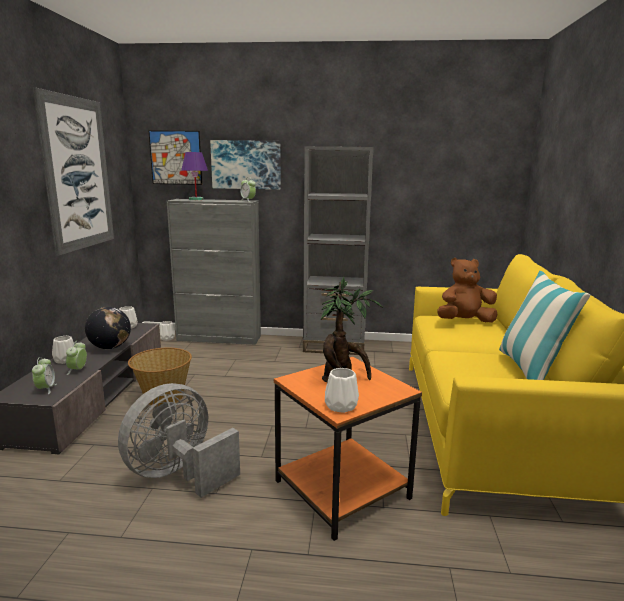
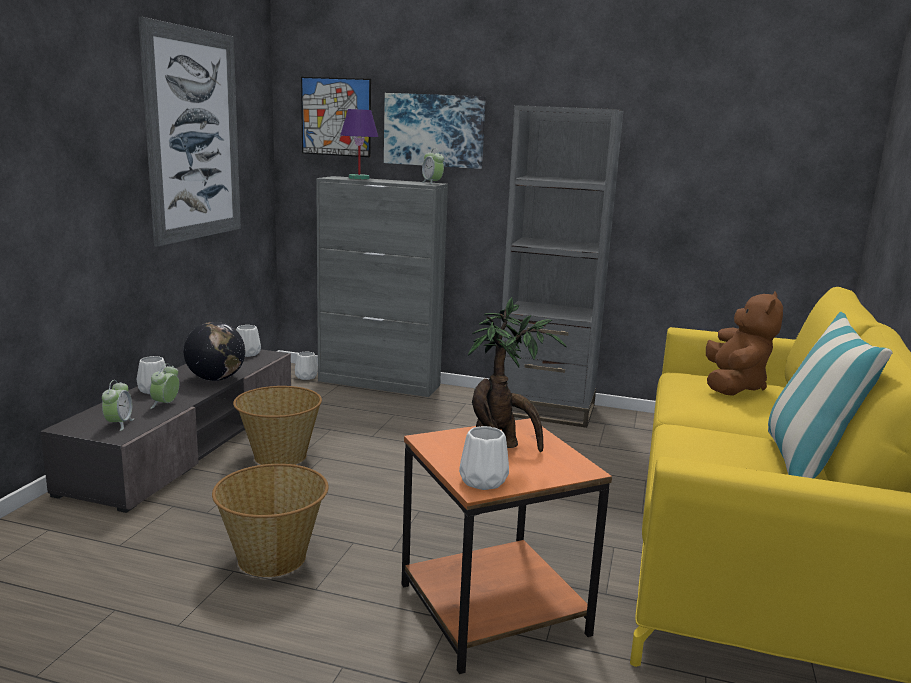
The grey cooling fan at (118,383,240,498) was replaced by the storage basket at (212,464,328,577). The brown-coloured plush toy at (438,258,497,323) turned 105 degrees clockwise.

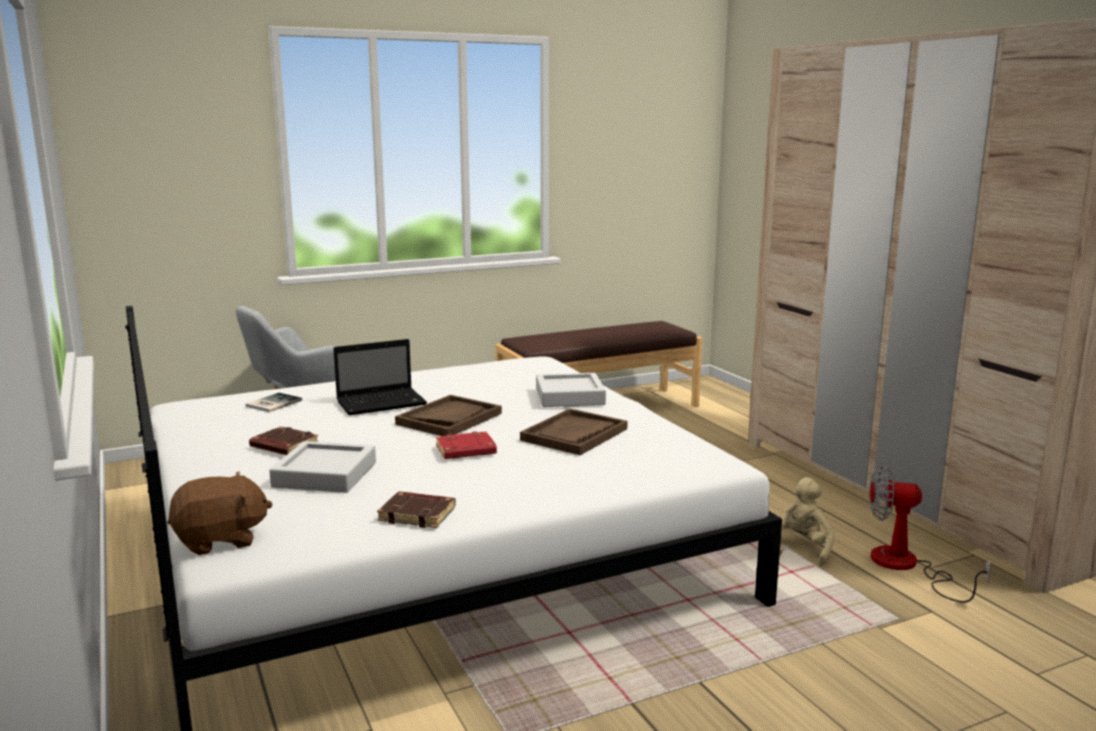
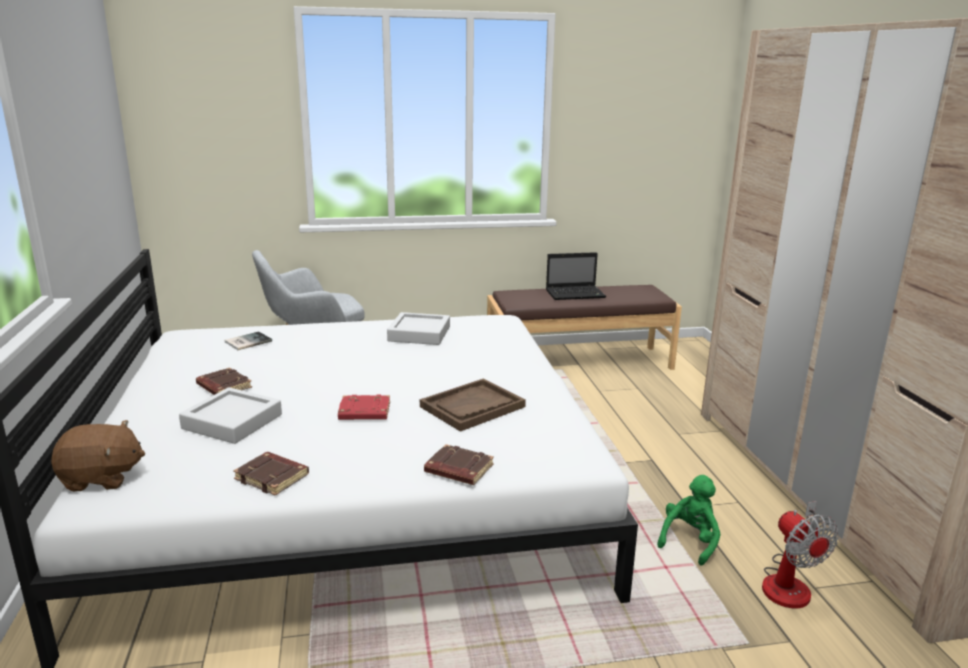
The grey serving tray moved from (536,373,606,407) to (387,312,450,345). The brown-coloured book at (424,444,494,485) appeared. The notebook computer moved from (333,339,427,415) to (546,252,606,300). The beige plush toy at (774,477,834,566) became the green-coloured plush toy at (657,475,721,566). The cooling fan at (870,466,991,603) turned 135 degrees counterclockwise. The brown-coloured serving tray at (395,395,502,436) disappeared.

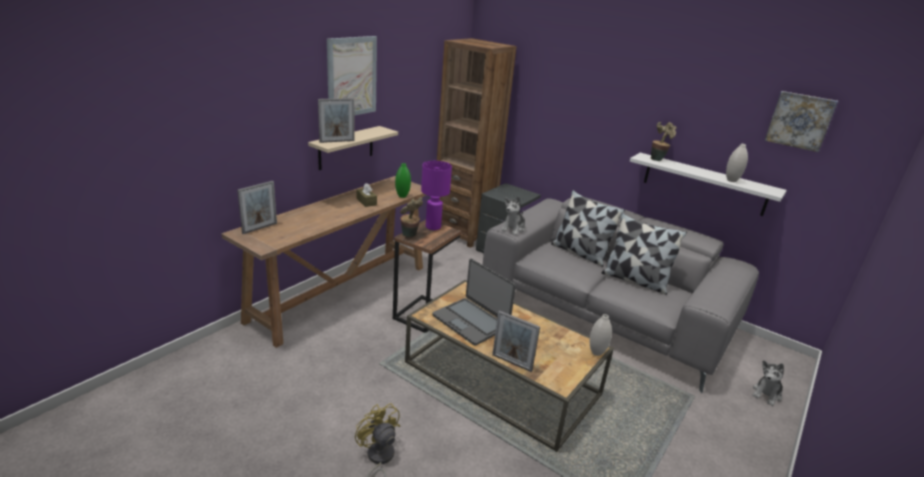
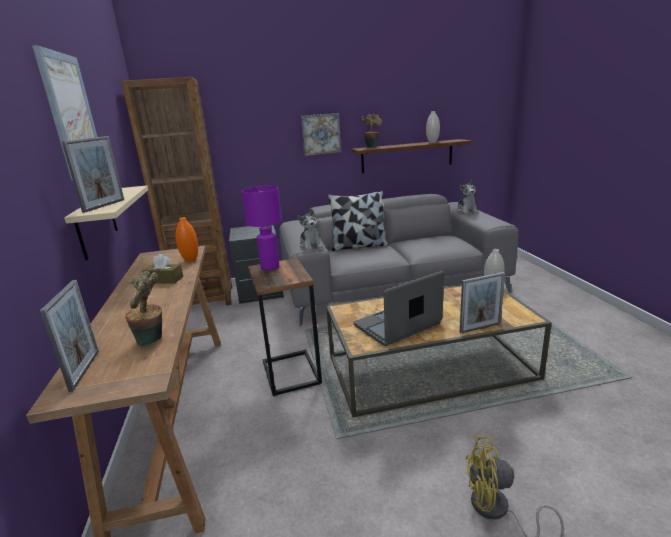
The plant in a pot moved from (400,197,423,237) to (125,271,162,347). The green-coloured flower vase at (395,163,411,198) became the orangey flower vase at (176,217,198,262). The wall picture moved from (764,91,838,152) to (301,113,341,156). The white bracket shelf at (630,153,787,216) became the brown-coloured bracket shelf at (352,139,471,173). The notebook computer at (432,259,516,346) turned 150 degrees clockwise. The plush toy moved from (752,360,784,406) to (457,180,478,214). The throw pillow at (601,213,687,295) disappeared.

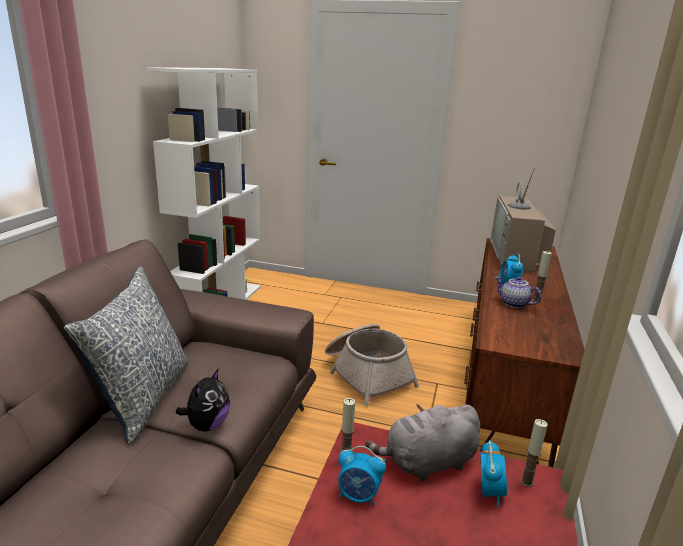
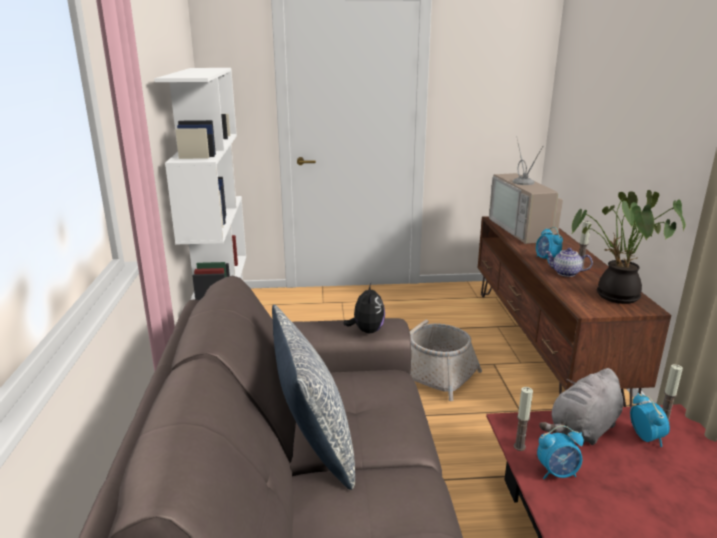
The plush toy moved from (176,368,230,432) to (343,283,385,333). The plant in a pot at (571,190,686,304) appeared.

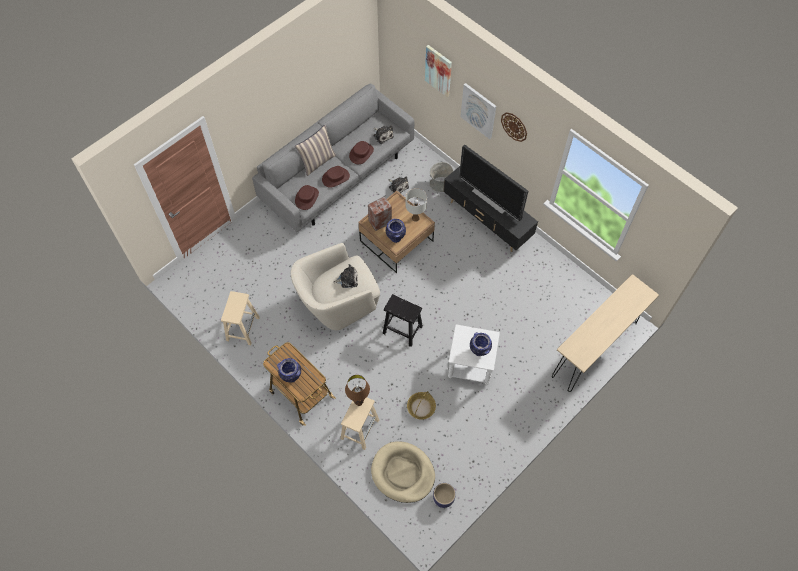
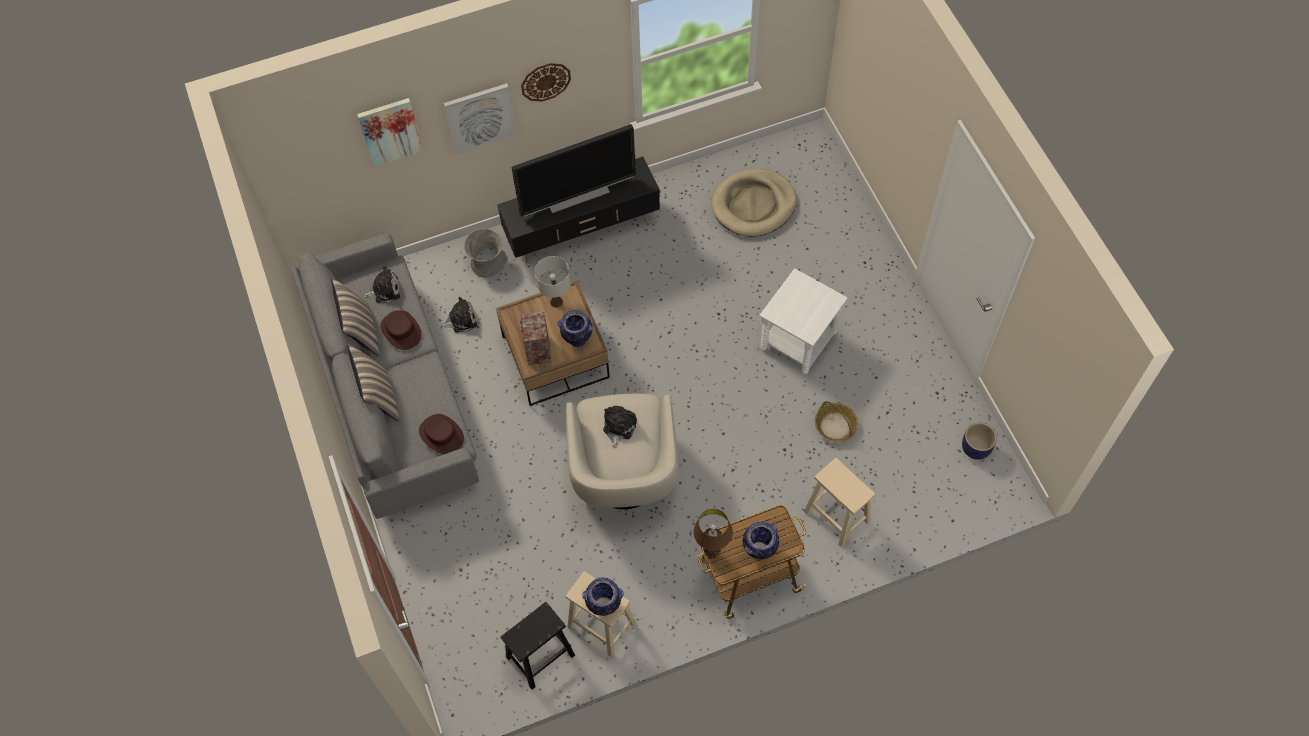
The throw pillow at (331,278,379,356) appeared. The black-coloured sitting stool moved from (383,294,423,347) to (501,602,575,690). The flower vase moved from (470,332,492,356) to (582,577,624,616). The brown-coloured table lamp moved from (345,375,370,406) to (693,509,733,559). The beige pet bed moved from (371,441,435,503) to (711,169,797,237). The brown-coloured hat at (322,166,350,188) disappeared. The beige hall table at (552,274,659,392) disappeared.

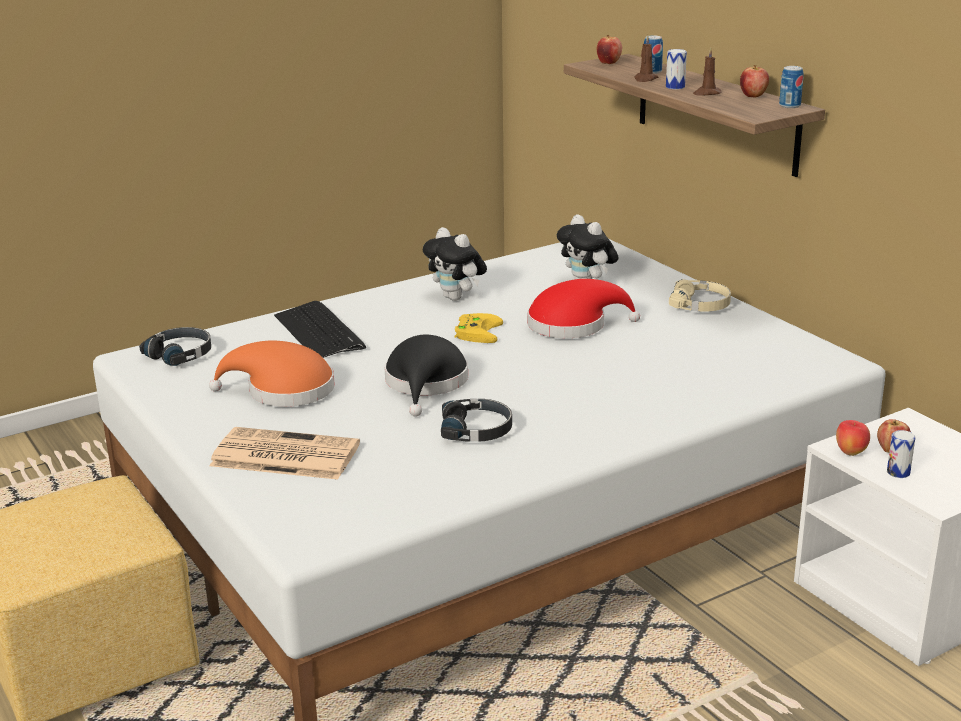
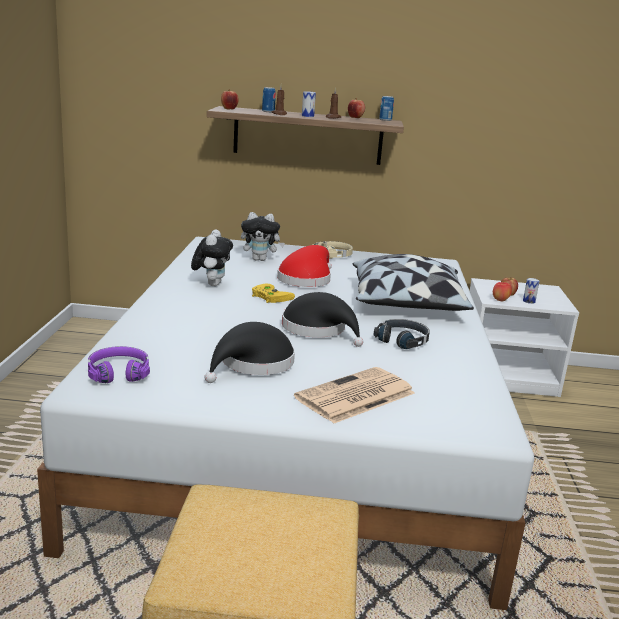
The black-coloured pair of headphones at (139,327,211,366) became the purple pair of headphones at (88,346,150,383). The plush toy at (423,227,487,301) turned 75 degrees counterclockwise. The orangey hat at (209,340,334,407) became the black-coloured hat at (205,322,295,383). The throw pillow at (353,254,474,311) appeared. The computer keyboard at (275,301,366,358) disappeared.

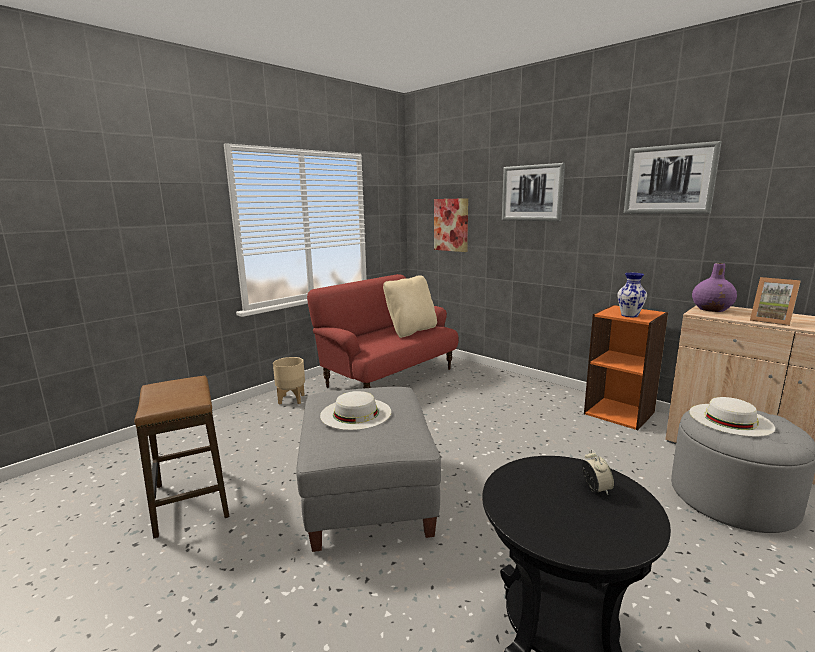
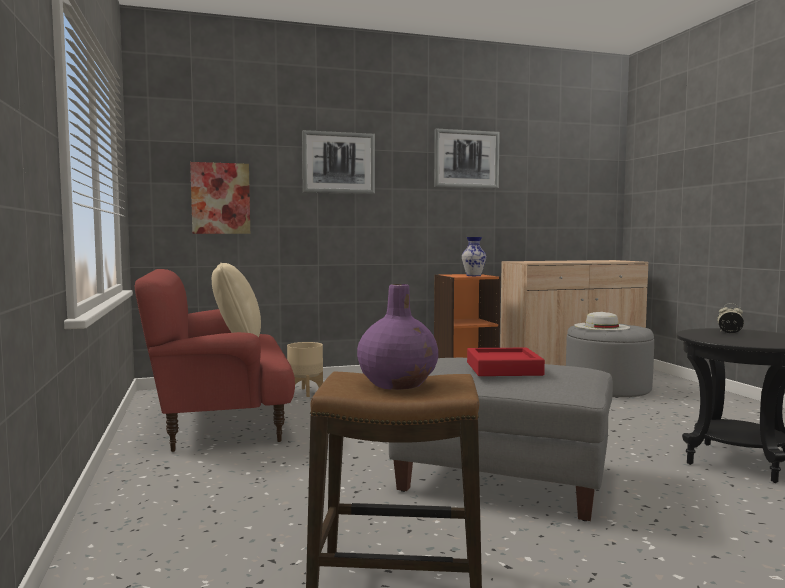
The beige plant pot moved from (273,357,305,405) to (287,342,323,397). The purple flower vase moved from (692,263,737,312) to (357,284,438,390). The white hat at (320,391,391,430) was replaced by the reddish serving tray at (467,348,545,376). The standing frame at (750,277,801,326) disappeared.

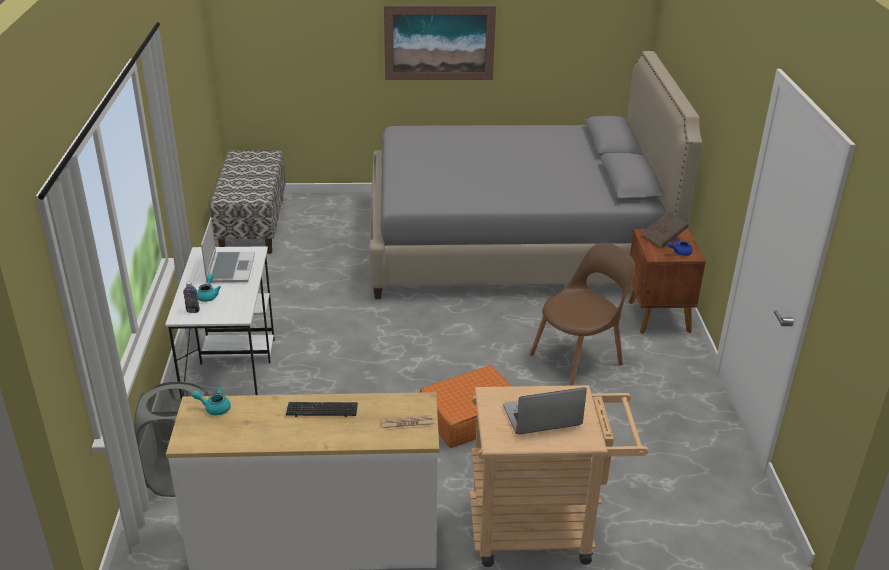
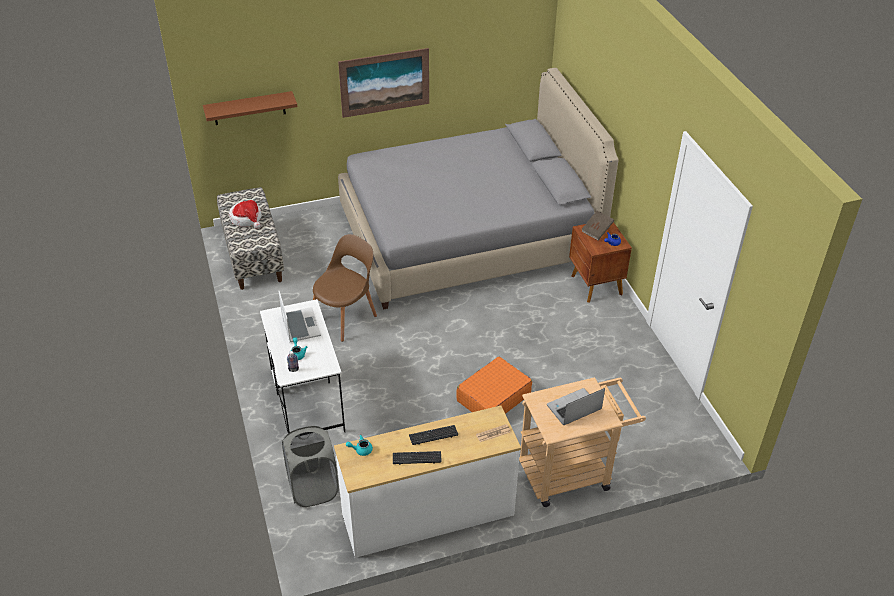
The brown-coloured bracket shelf at (203,91,298,125) appeared. The hat at (229,200,262,229) appeared. The brown-coloured plain chair moved from (530,243,636,386) to (313,234,377,342). The computer keyboard at (393,451,442,465) appeared.

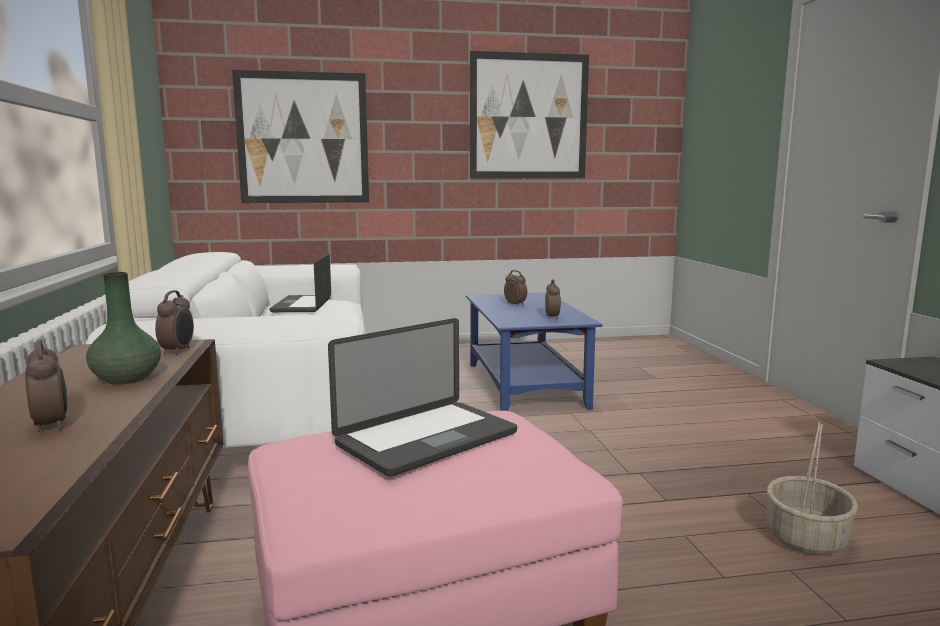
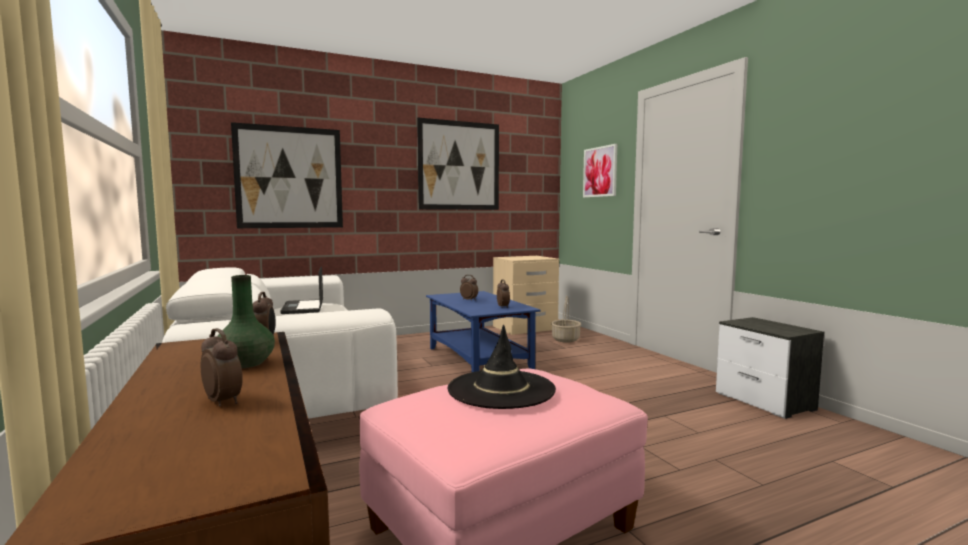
The notebook computer at (328,318,517,477) was replaced by the black-coloured hat at (447,325,556,409). The beige night table at (493,256,559,335) appeared. The storage basket moved from (767,422,858,555) to (551,296,581,343). The wall picture at (583,144,617,198) appeared.

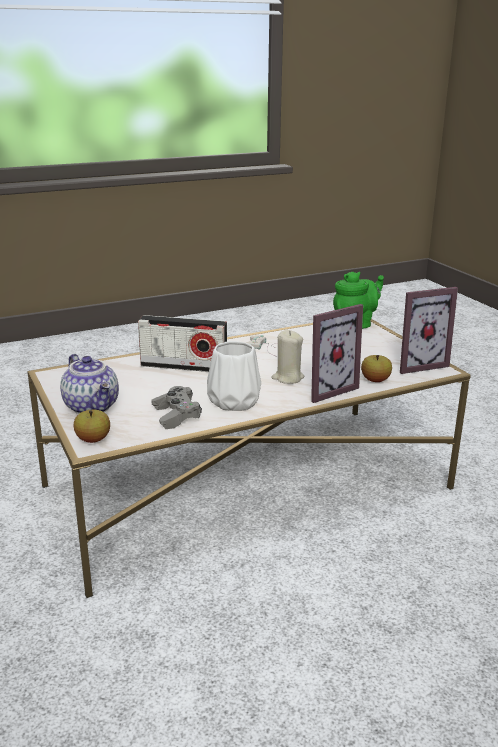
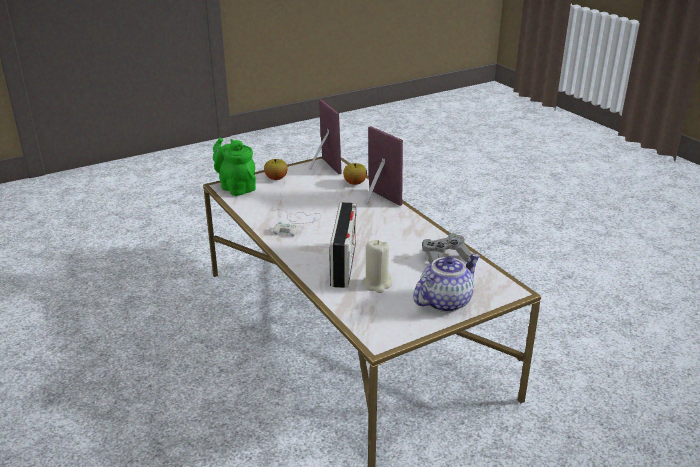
The apple moved from (74,410,110,443) to (264,159,288,180). The beige wax candle moved from (271,330,304,384) to (362,240,392,293). The white flower vase at (207,341,261,411) disappeared.

